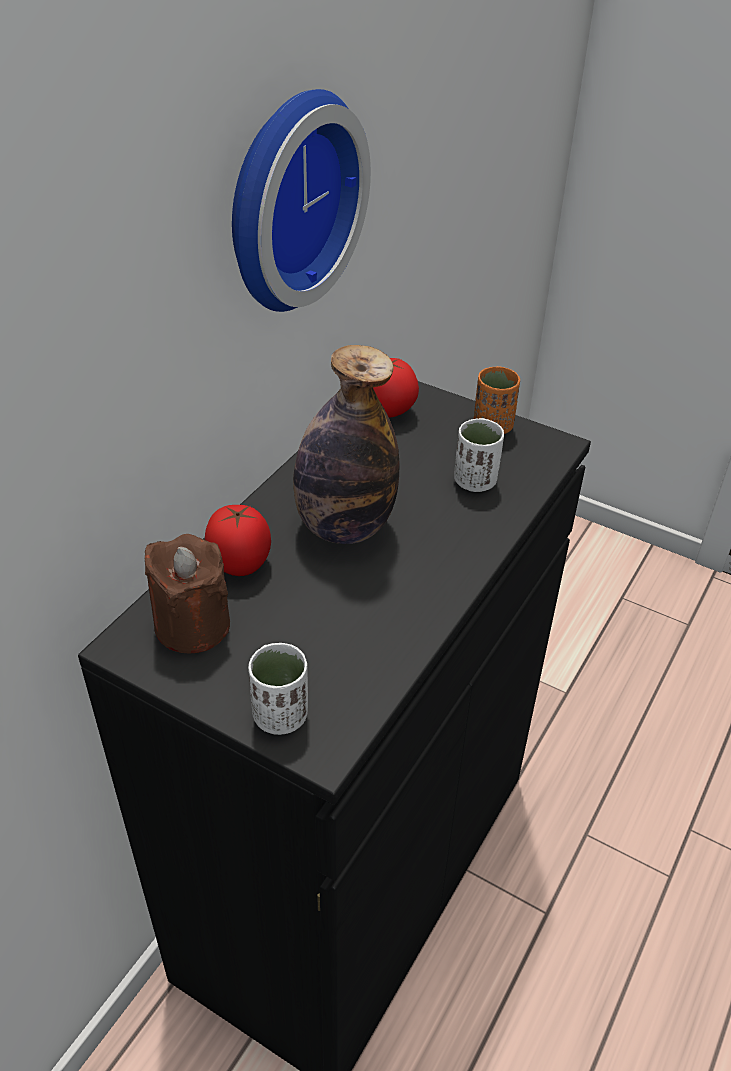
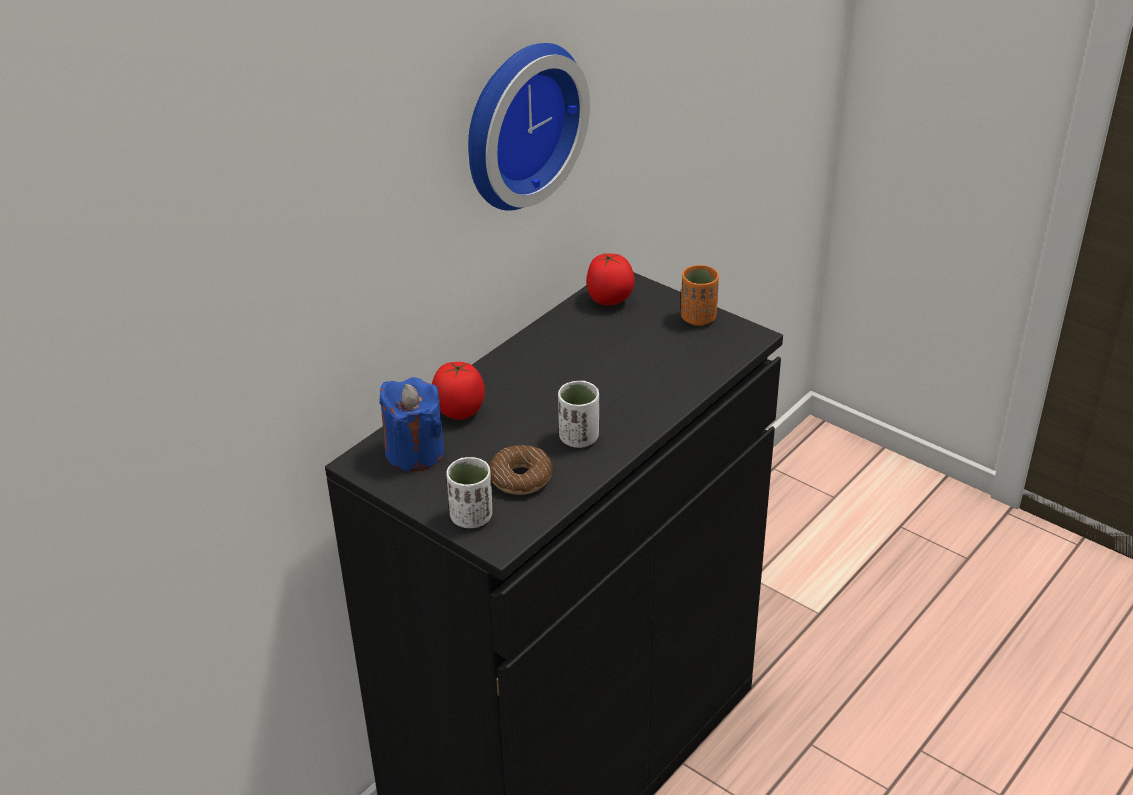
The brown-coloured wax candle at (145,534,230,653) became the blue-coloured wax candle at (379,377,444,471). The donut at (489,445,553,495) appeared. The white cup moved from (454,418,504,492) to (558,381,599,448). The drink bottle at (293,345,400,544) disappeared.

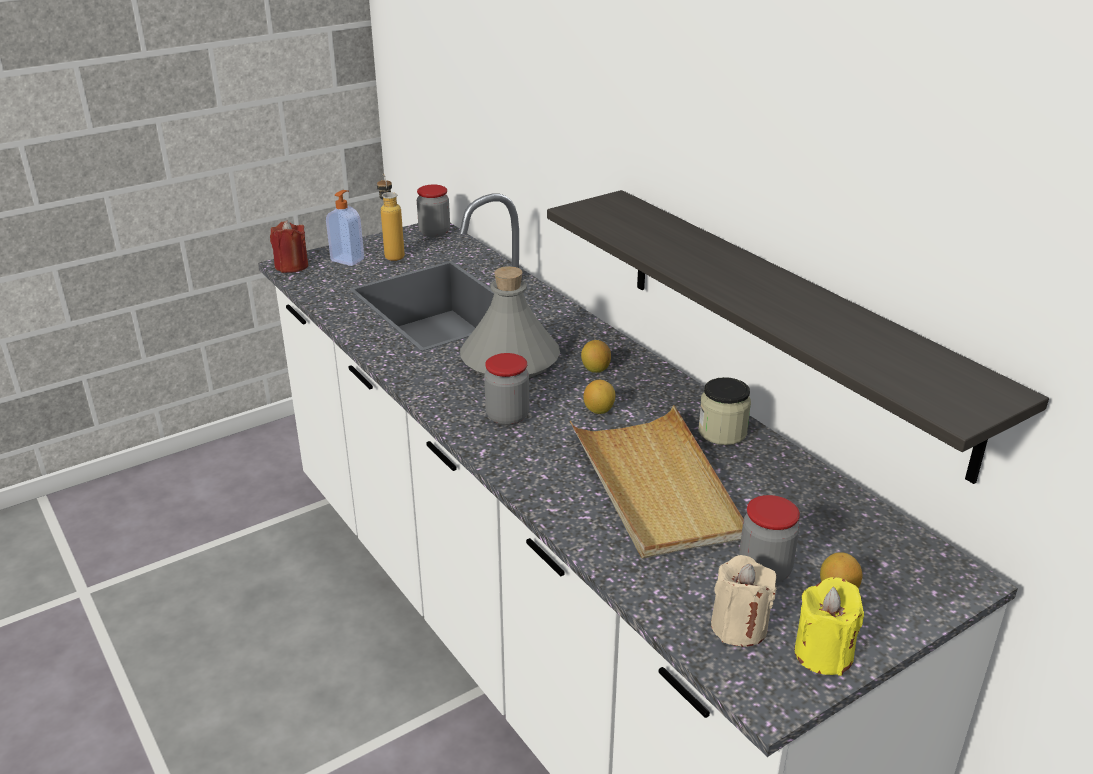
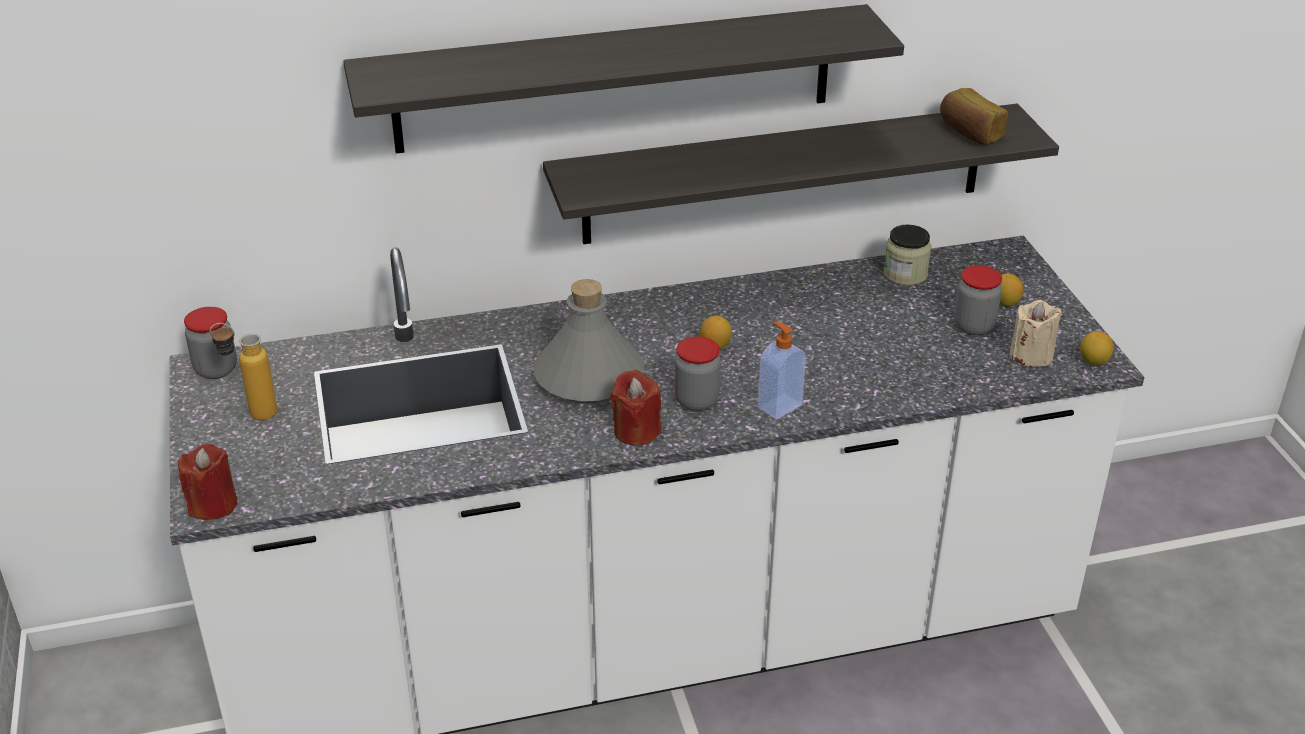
The bracket shelf at (343,4,904,154) appeared. The reddish wax candle at (611,370,661,446) appeared. The liquid soap bottle moved from (326,190,364,266) to (758,322,806,420). The storage jar moved from (698,377,751,445) to (884,224,931,286). The bakery bread at (940,88,1008,144) appeared. The whole lemon moved from (581,340,611,373) to (1080,331,1114,365). The beige serving tray at (570,405,744,559) disappeared. The yellow wax candle at (794,577,864,676) disappeared.

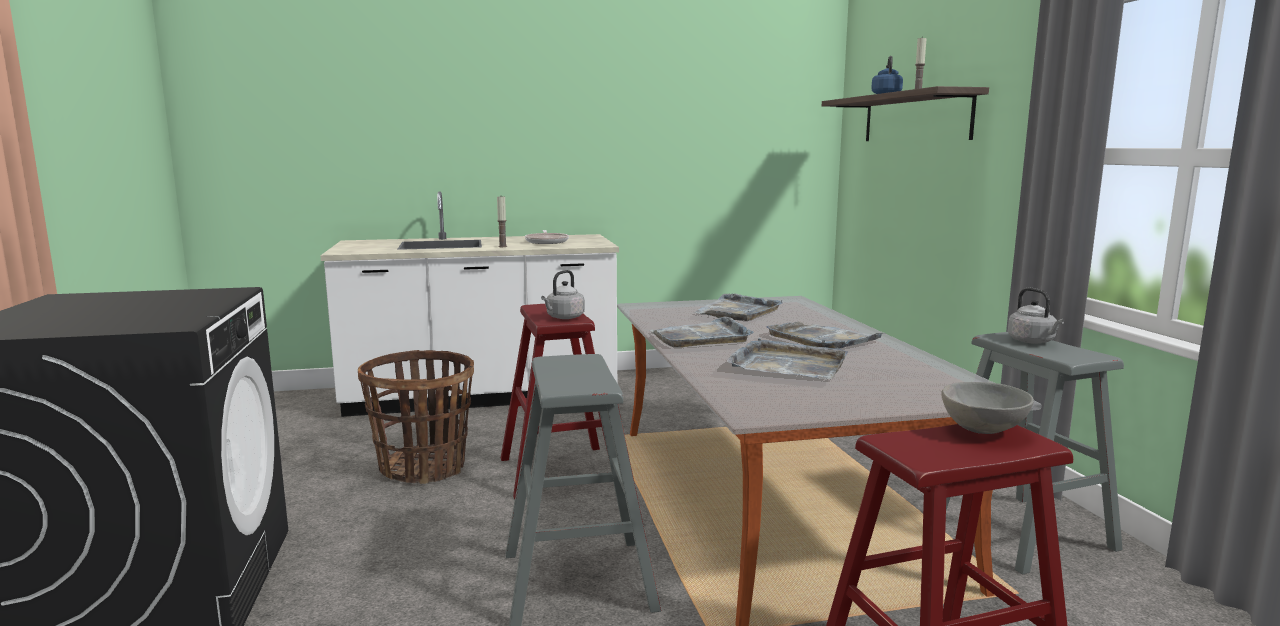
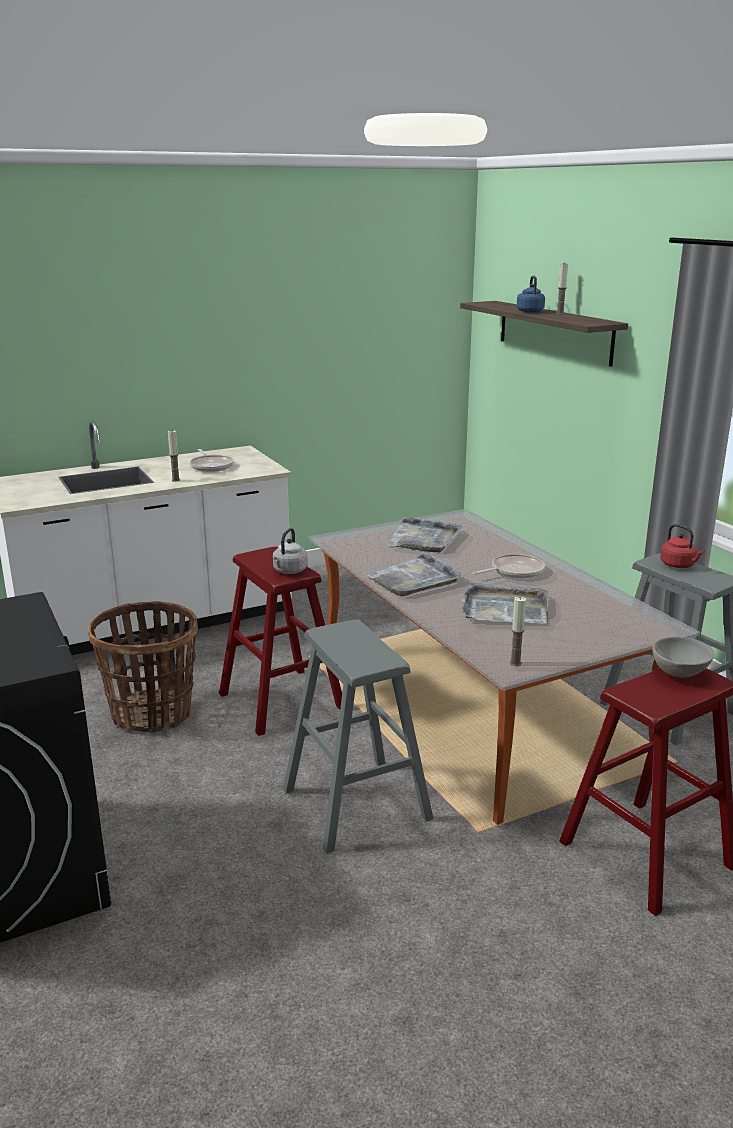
The grey serving tray at (766,322,883,349) was replaced by the pan at (473,554,545,579). The wax candle at (509,597,526,666) appeared. The grey water kettle at (1008,288,1064,344) became the reddish water kettle at (660,524,704,568).

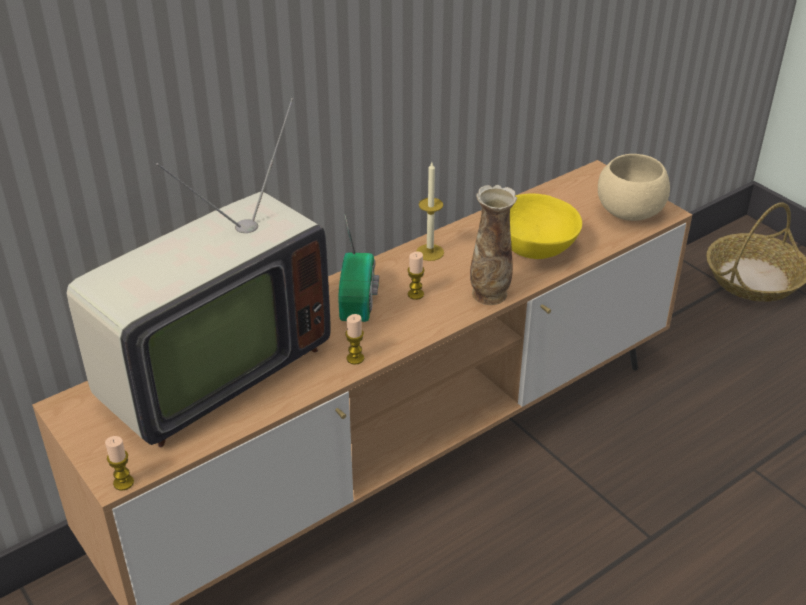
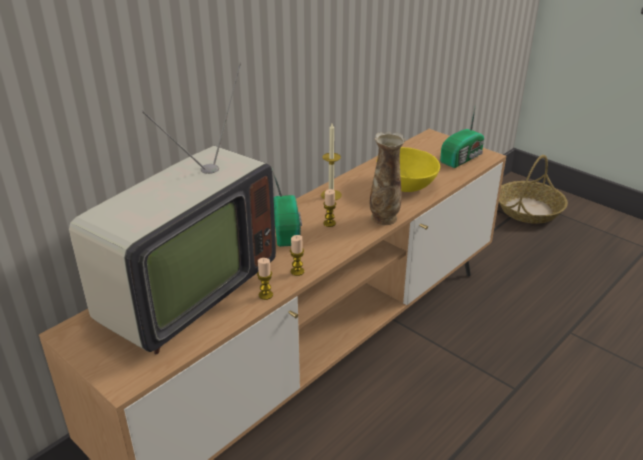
The wax candle moved from (105,436,134,491) to (257,258,273,300). The beige deep dish at (598,154,670,221) was replaced by the radio receiver at (440,104,485,168).

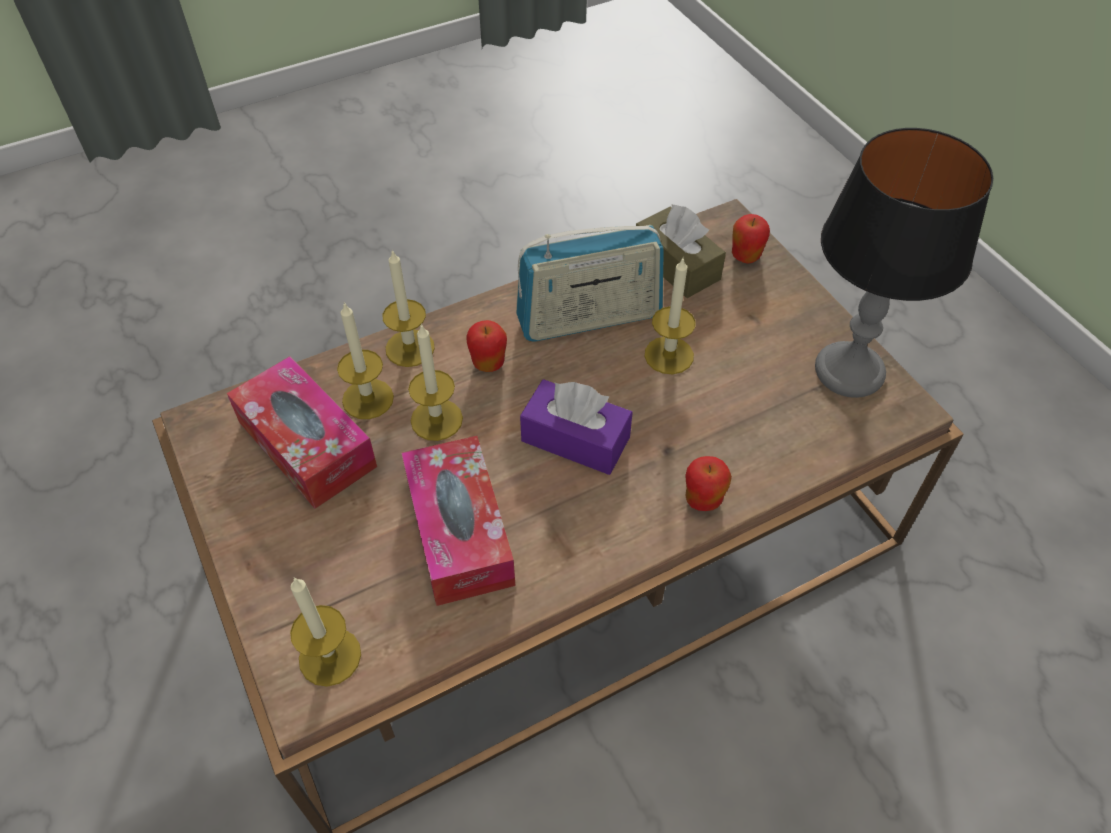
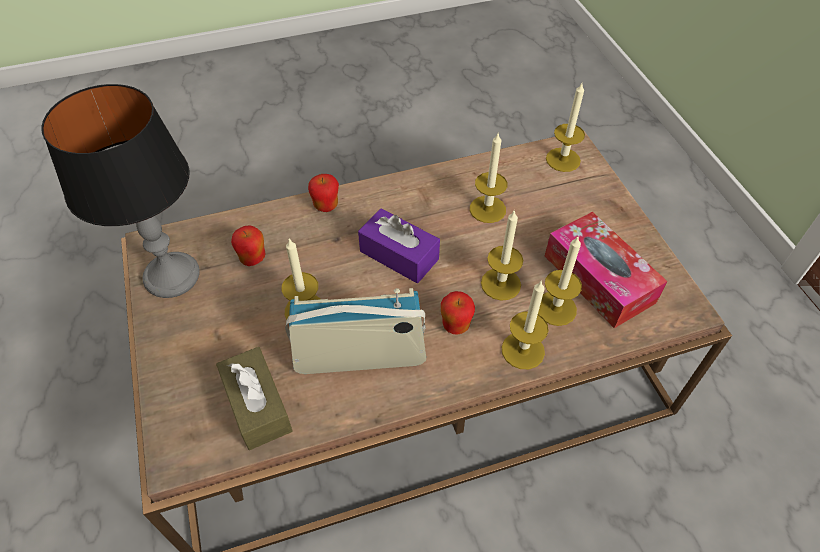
The apple moved from (732,214,770,264) to (231,226,266,266). The tissue holder at (402,436,516,606) was replaced by the wax candle at (470,132,507,223).

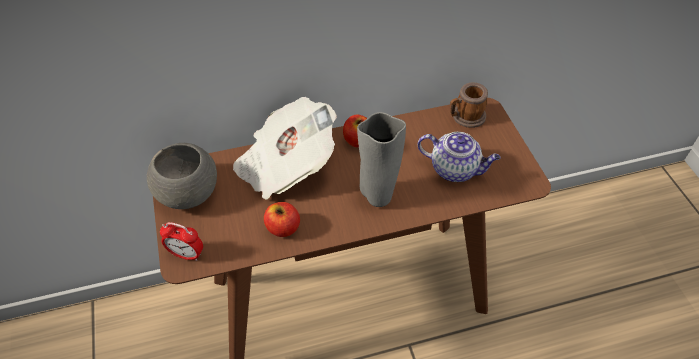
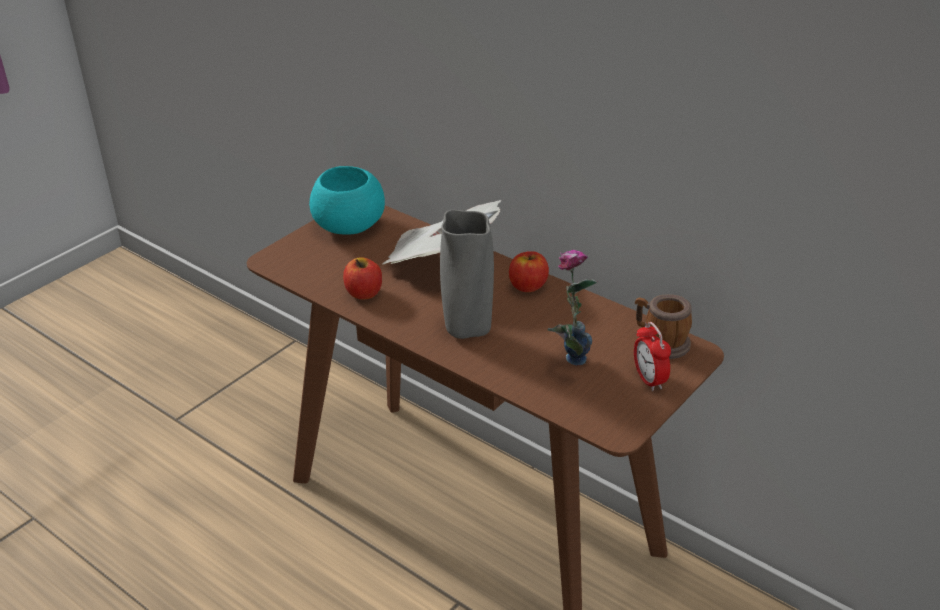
The grey deep dish at (147,143,217,209) became the turquoise-coloured deep dish at (309,166,385,235). The tea pot at (418,132,501,182) was replaced by the flower vase at (548,250,597,366). The alarm clock moved from (160,222,203,261) to (634,322,671,391).

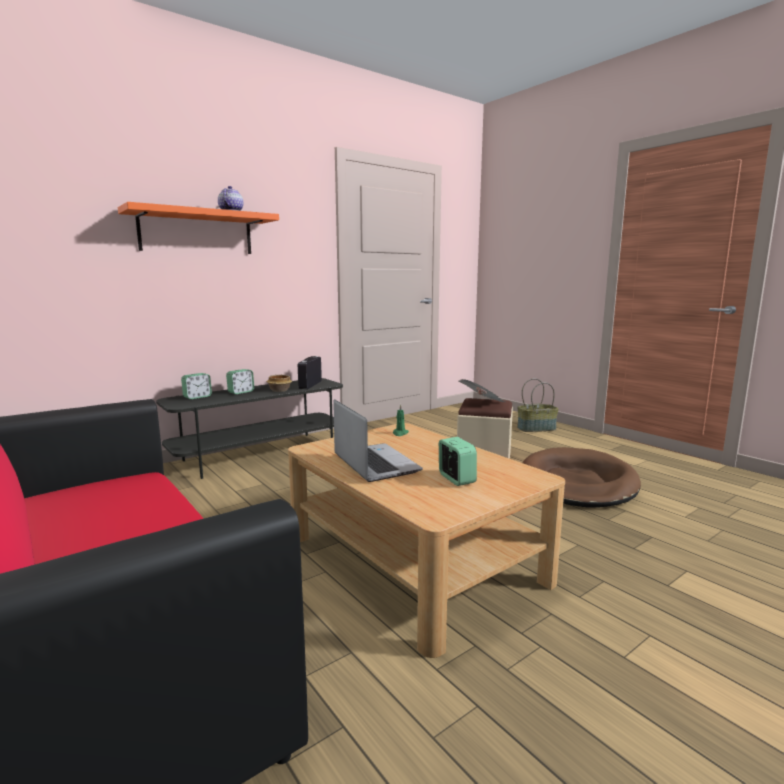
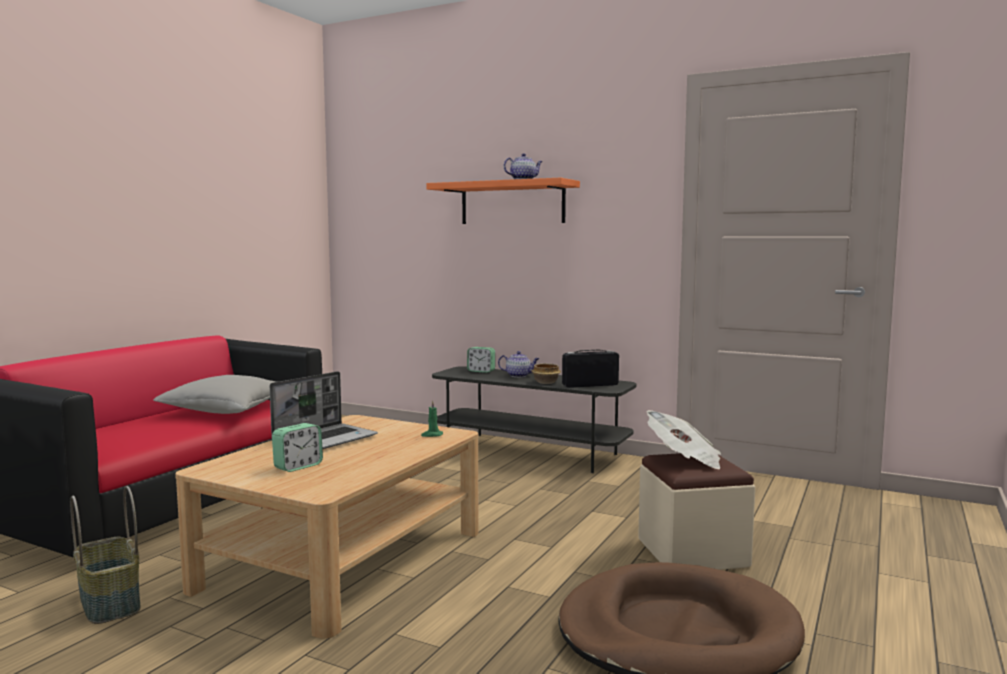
The storage basket moved from (517,379,559,432) to (70,486,140,624). The grey throw pillow at (153,375,278,414) appeared. The alarm clock at (226,369,254,394) was replaced by the tea pot at (498,351,539,377).

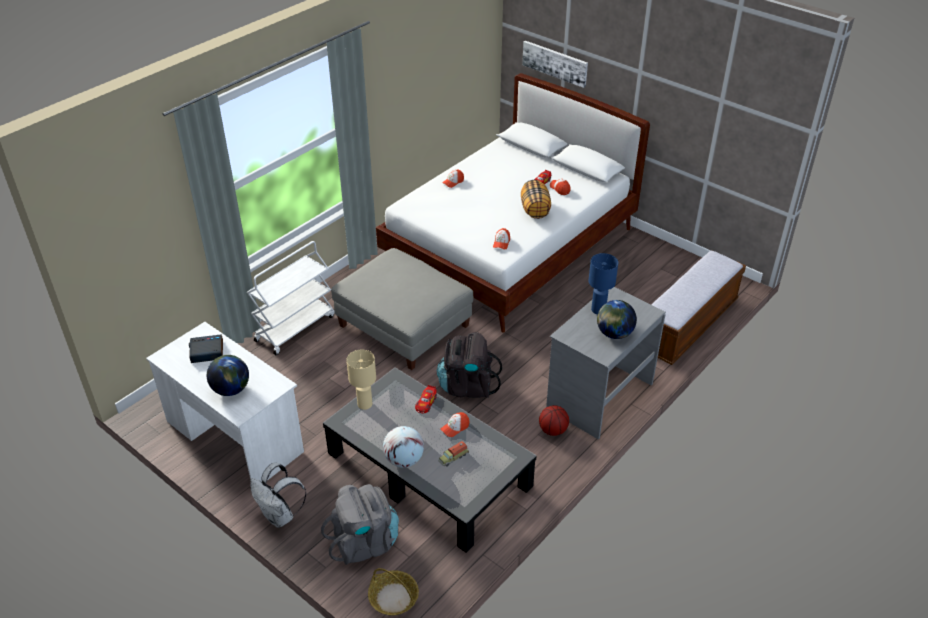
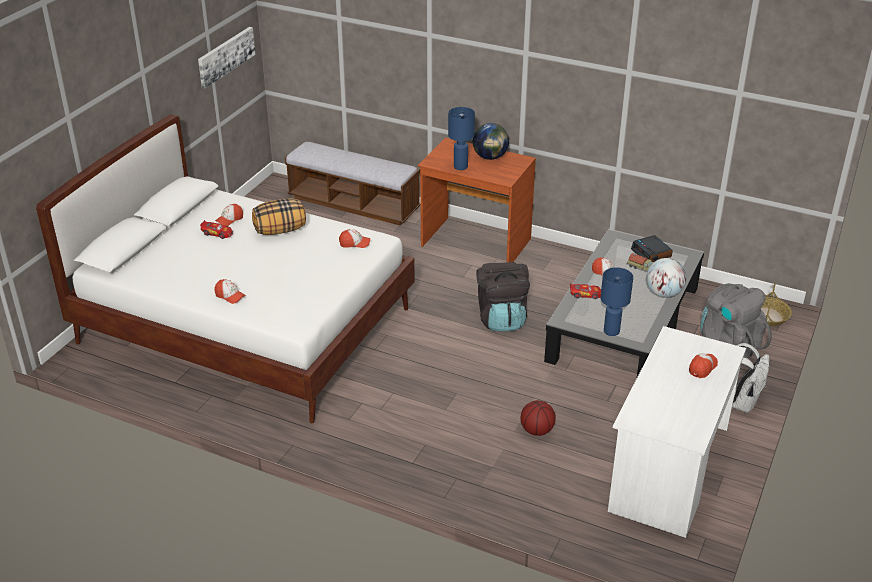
The wall picture moved from (522,41,588,88) to (198,27,255,88). The grey desk at (546,287,666,440) became the brown-coloured desk at (418,138,536,262). The basketball moved from (539,405,569,436) to (520,400,556,436). The beige table lamp at (346,349,376,410) became the blue-coloured table lamp at (600,267,633,336). The alarm clock moved from (189,334,223,363) to (631,235,673,262). The globe at (207,355,249,396) was replaced by the baseball cap at (689,353,718,378). The white wheeled cart at (247,241,334,355) disappeared. The grey pouffe at (331,248,473,370) disappeared.

